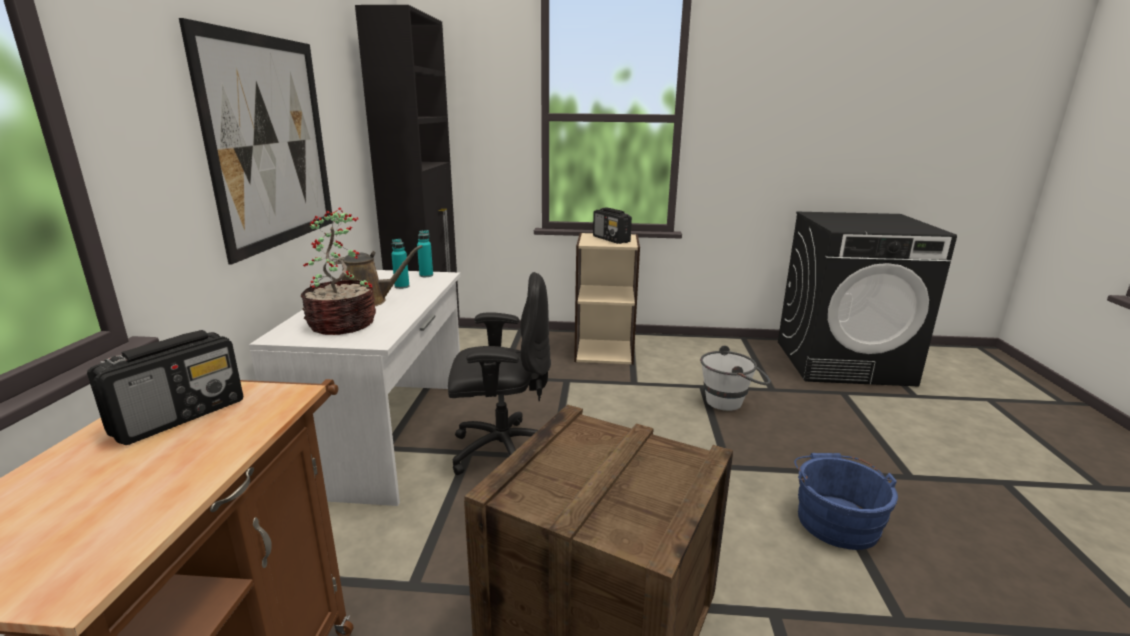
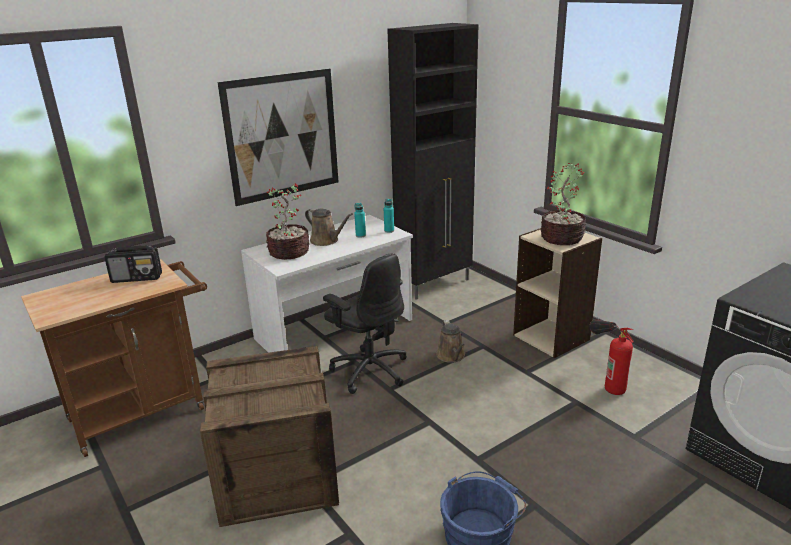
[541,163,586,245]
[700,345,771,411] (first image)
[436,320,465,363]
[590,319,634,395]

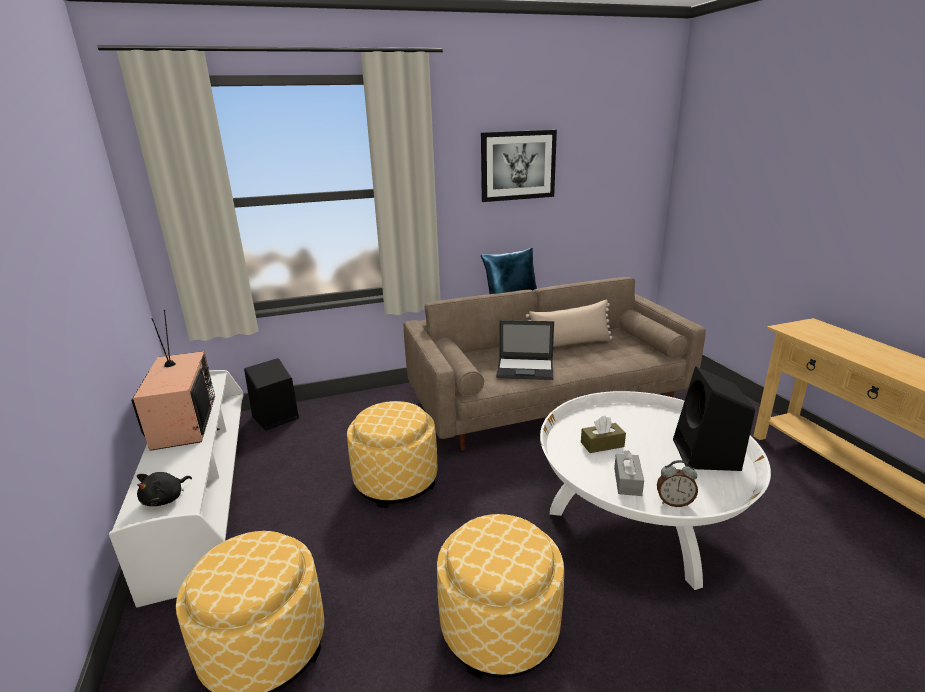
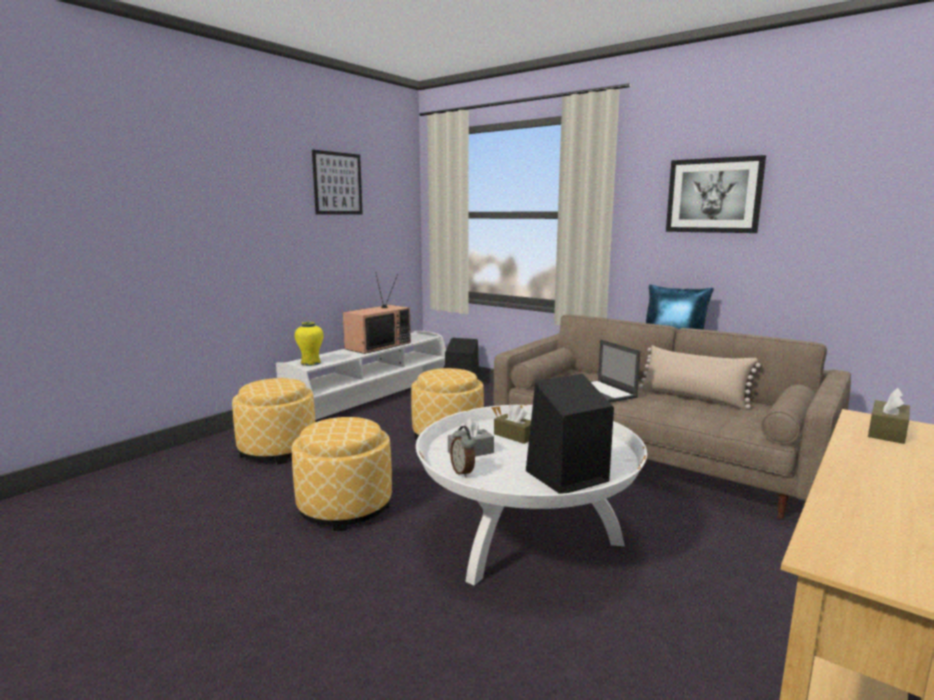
[295,322,323,366]
[312,150,363,214]
[868,388,910,444]

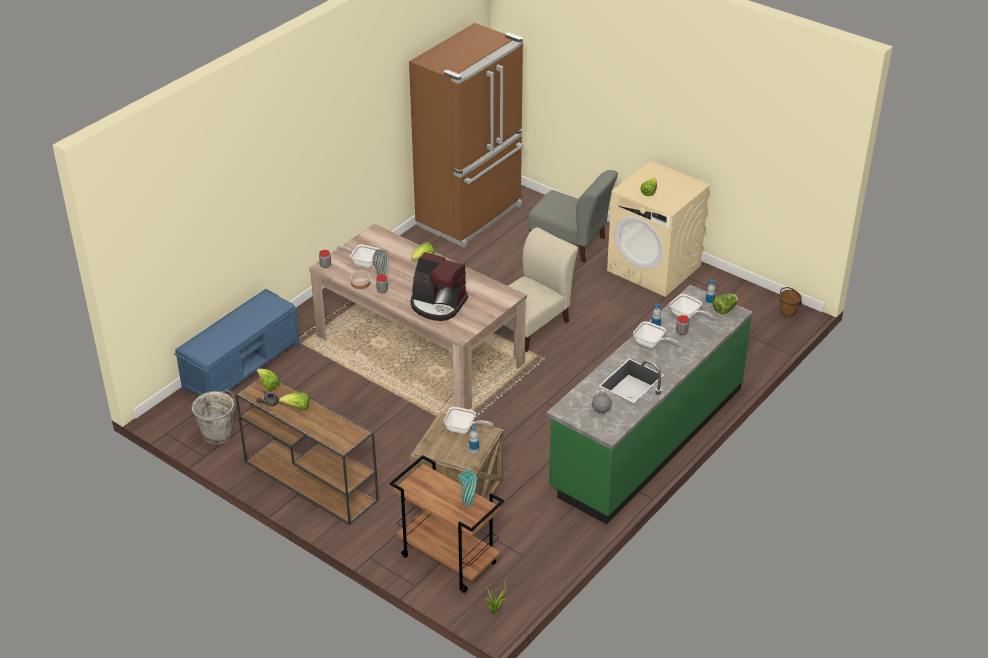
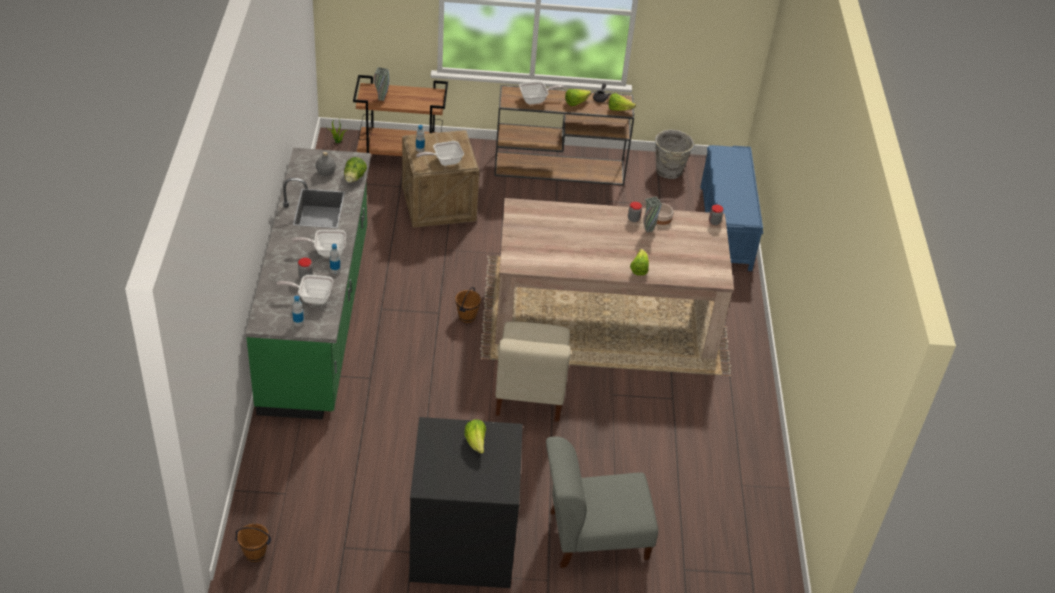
[519,81,565,104]
[409,23,524,248] (first image)
[411,252,468,321] (first image)
[374,67,389,101]
[409,417,523,588]
[344,157,367,183]
[455,287,481,323]

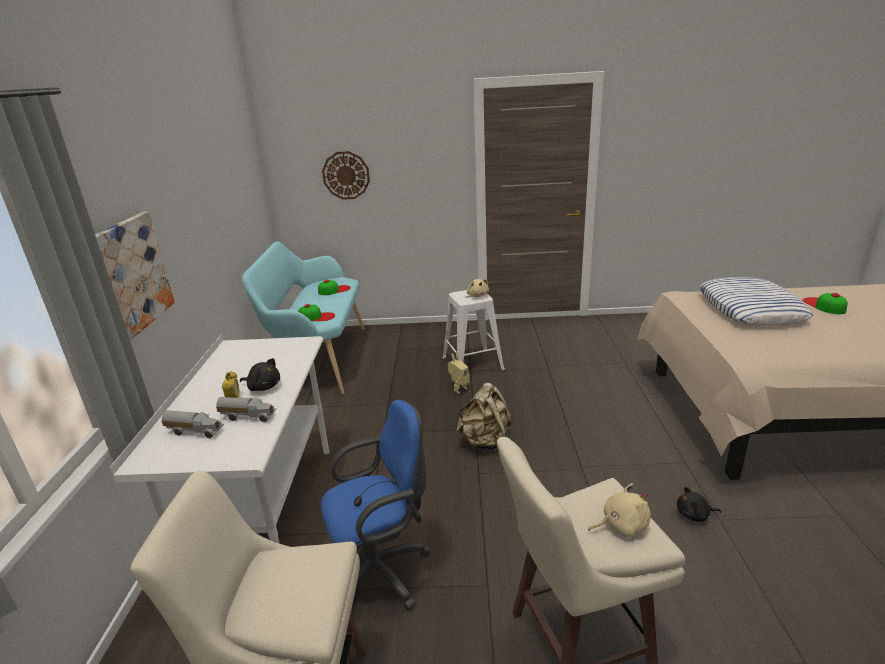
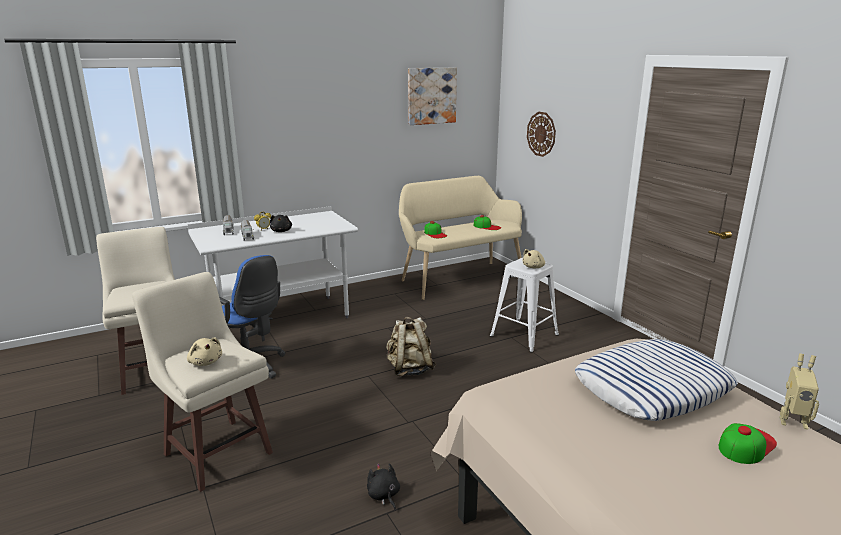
[408,68,457,125]
[399,176,522,300]
[779,353,819,430]

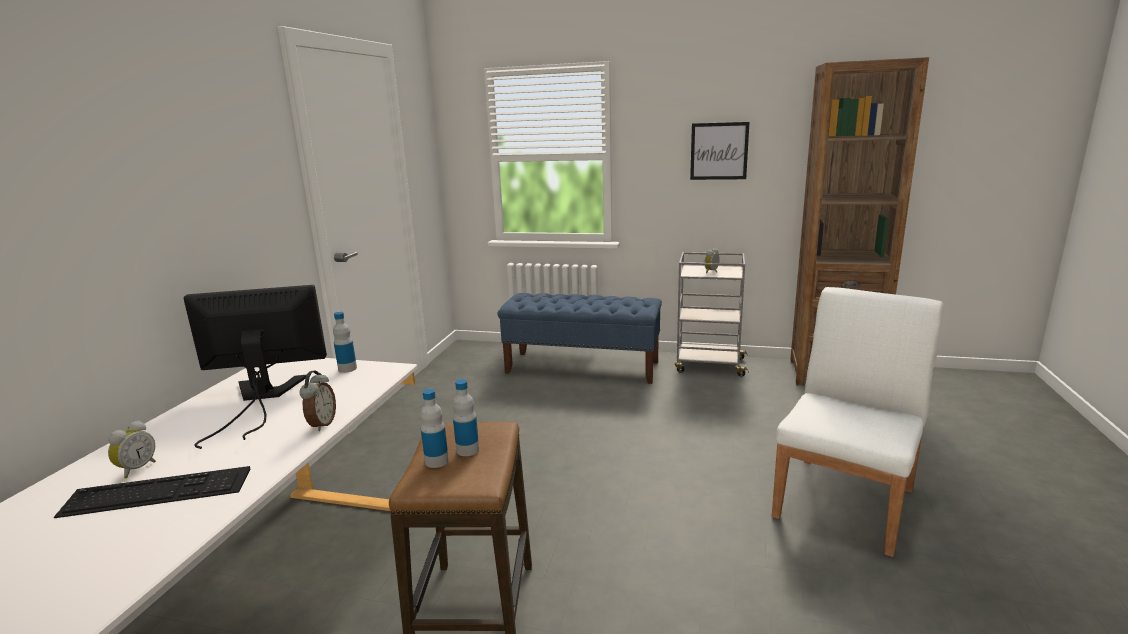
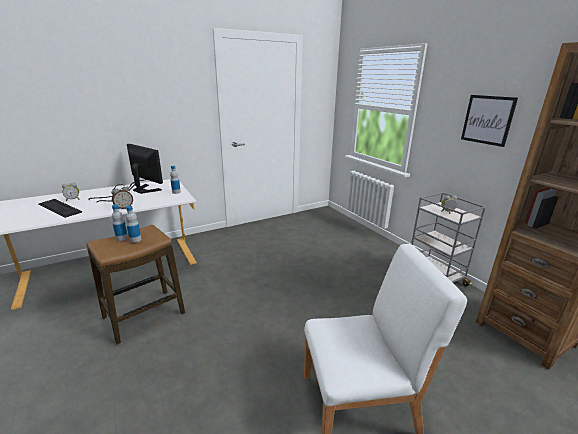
[497,293,662,384] (first image)

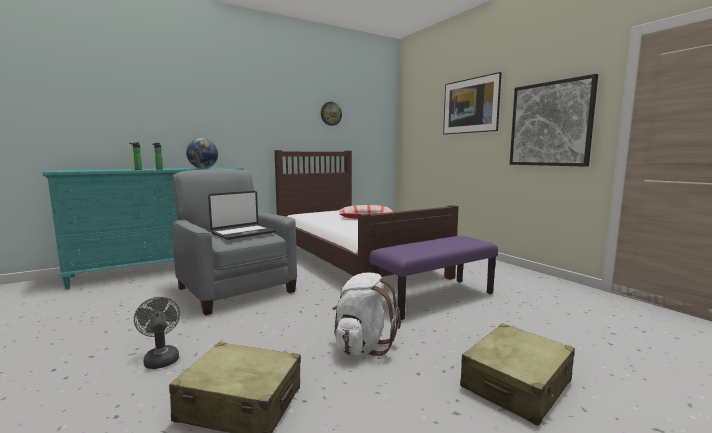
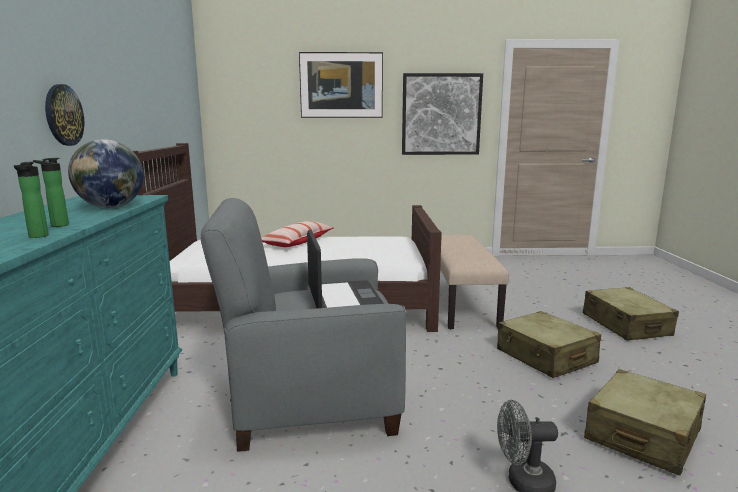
[45,84,84,146]
[497,311,601,378]
[440,235,509,329]

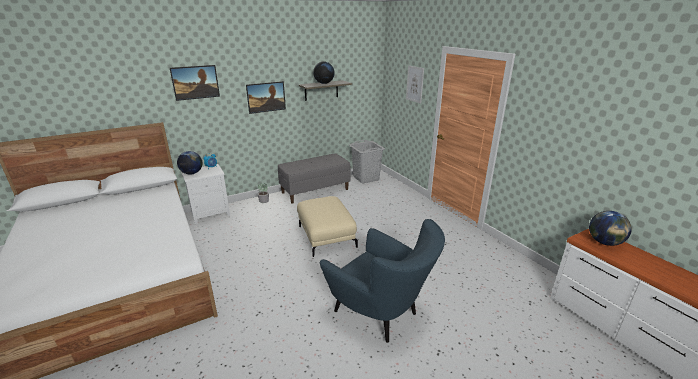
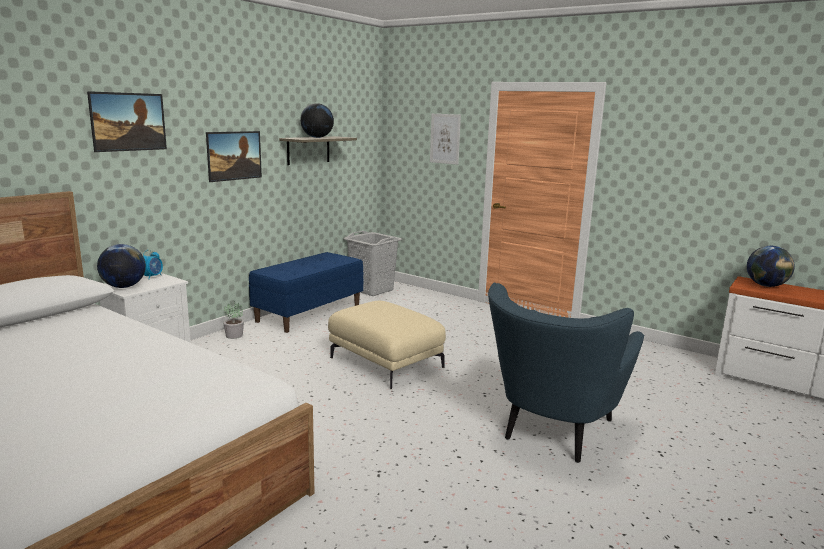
[249,252,363,333]
[488,283,644,463]

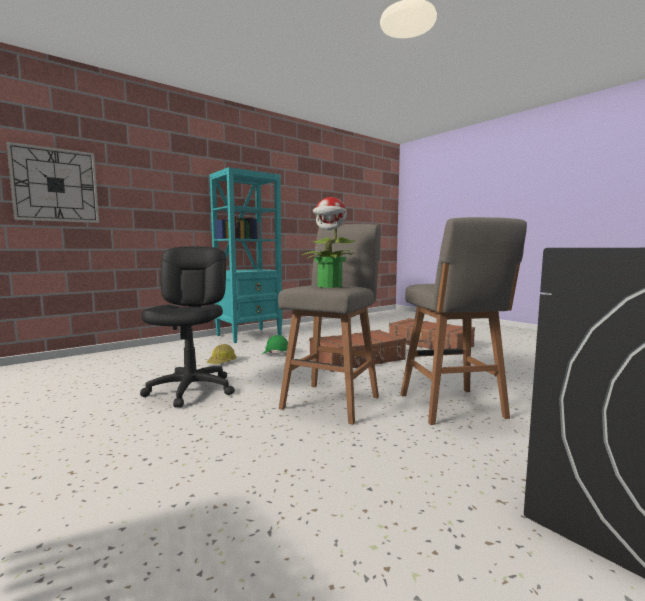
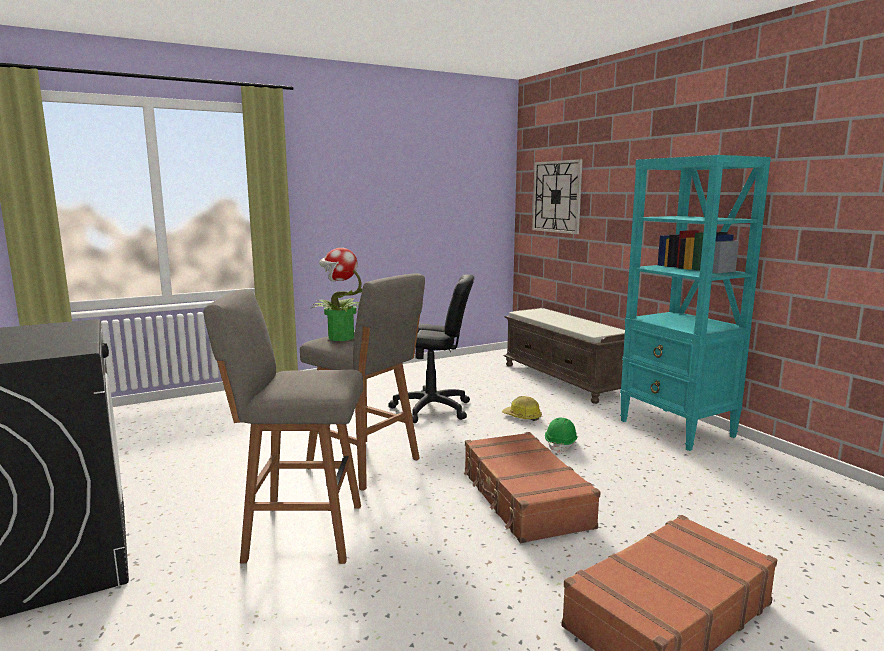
[504,308,625,404]

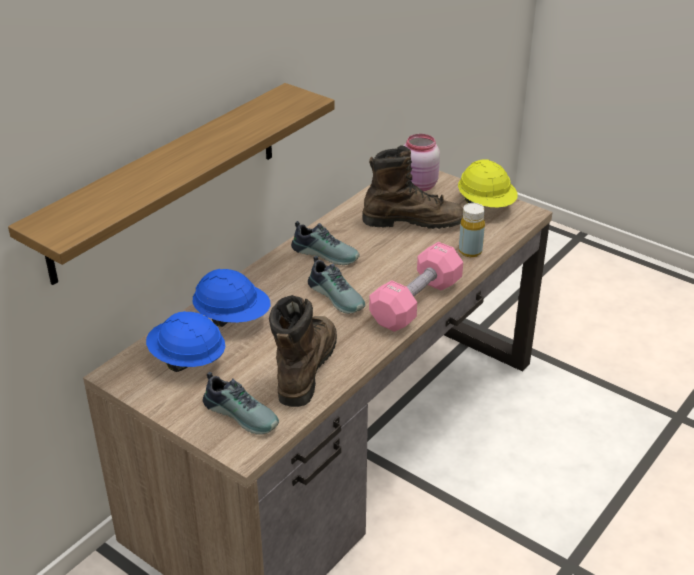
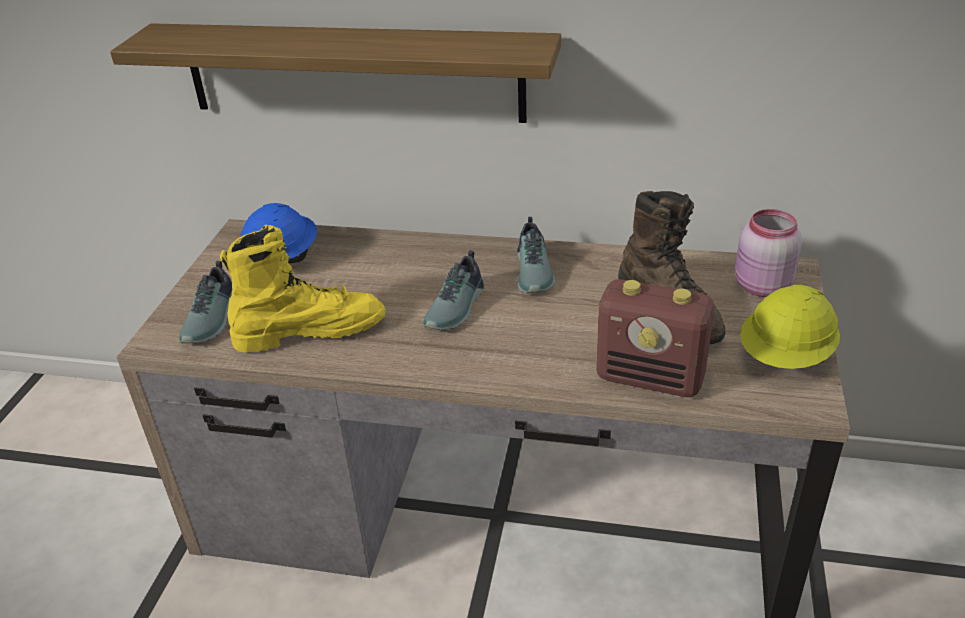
[192,269,270,327] (first image)
[220,225,386,353]
[369,242,463,332] (first image)
[596,279,714,397]

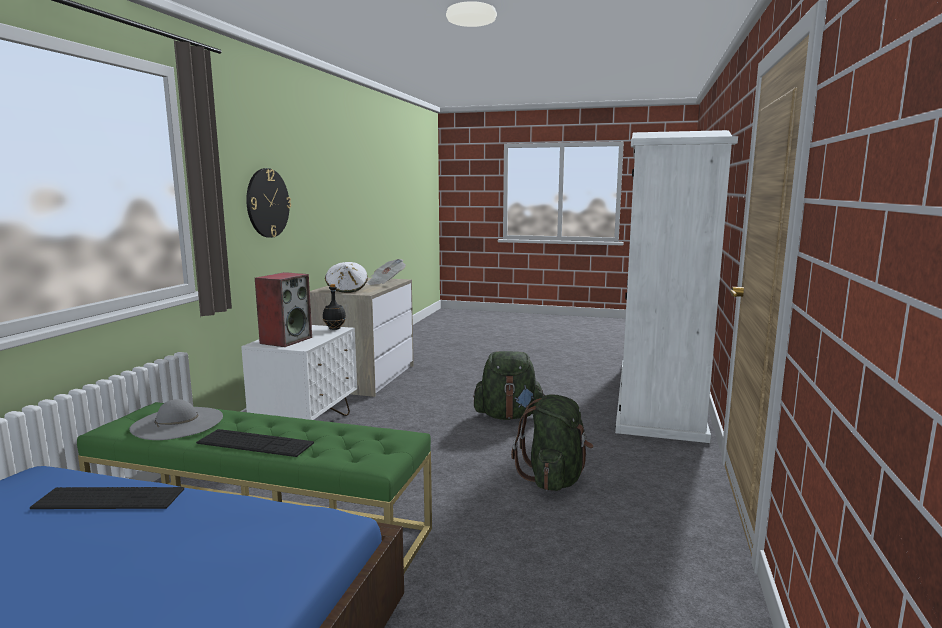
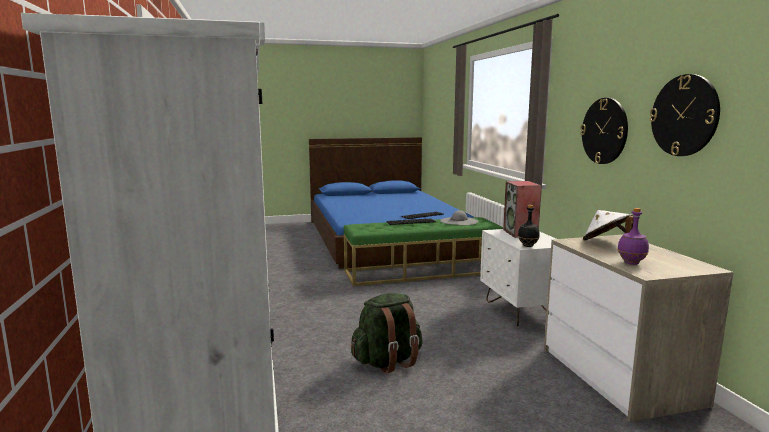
[617,208,649,265]
[511,395,594,491] (first image)
[649,74,720,156]

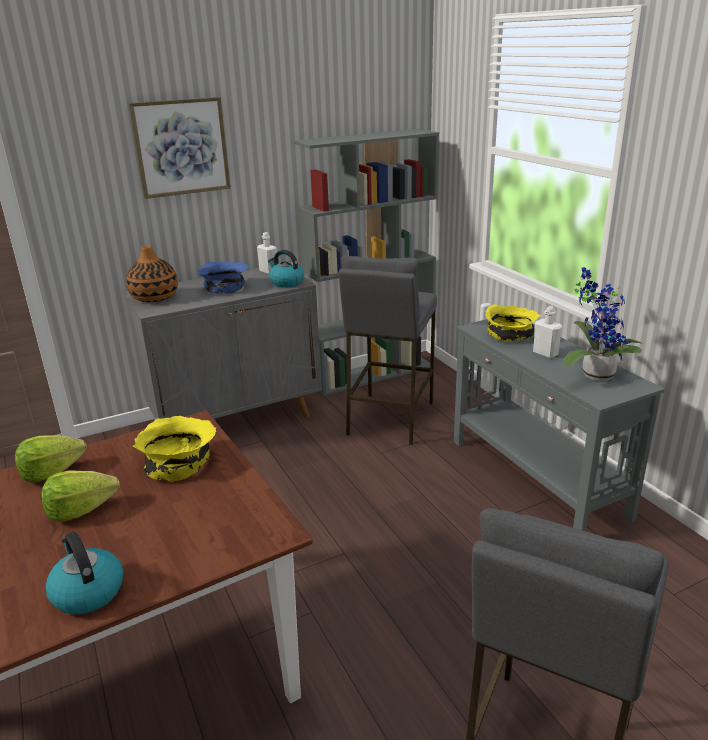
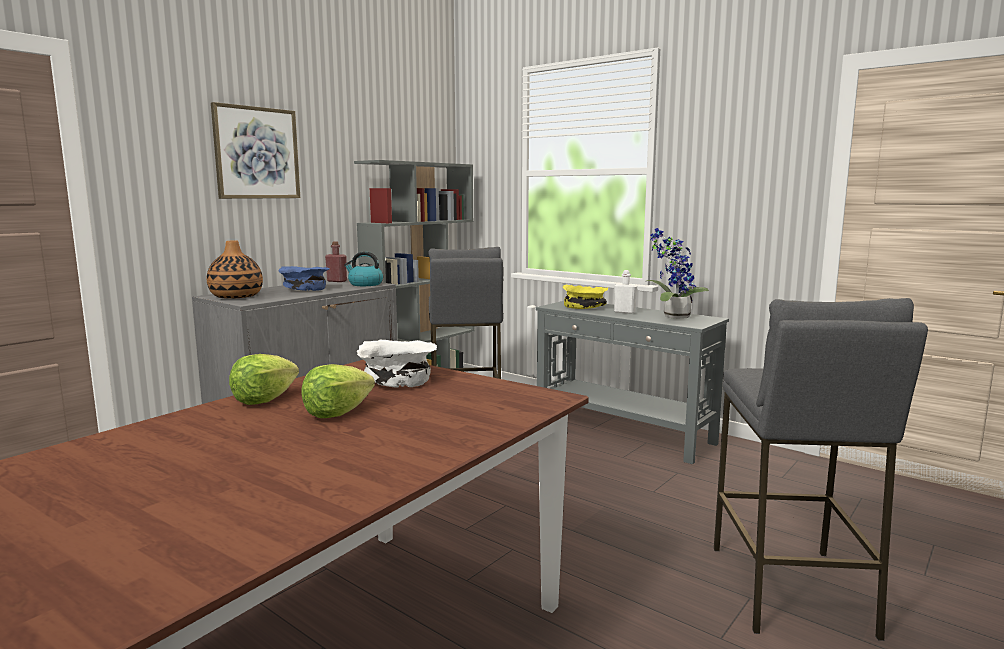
[45,532,123,614] (first image)
[357,340,437,388]
[325,241,347,282]

